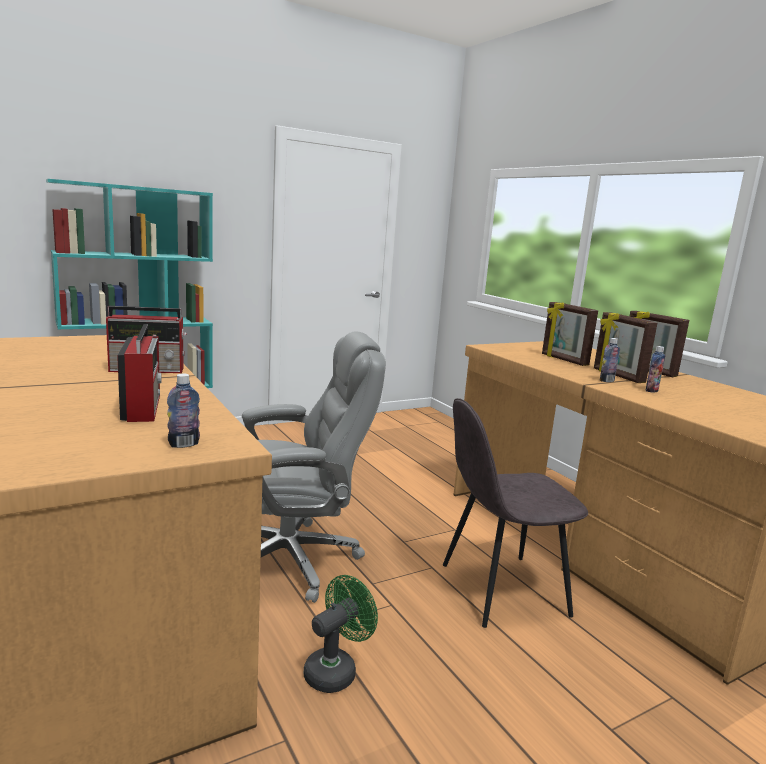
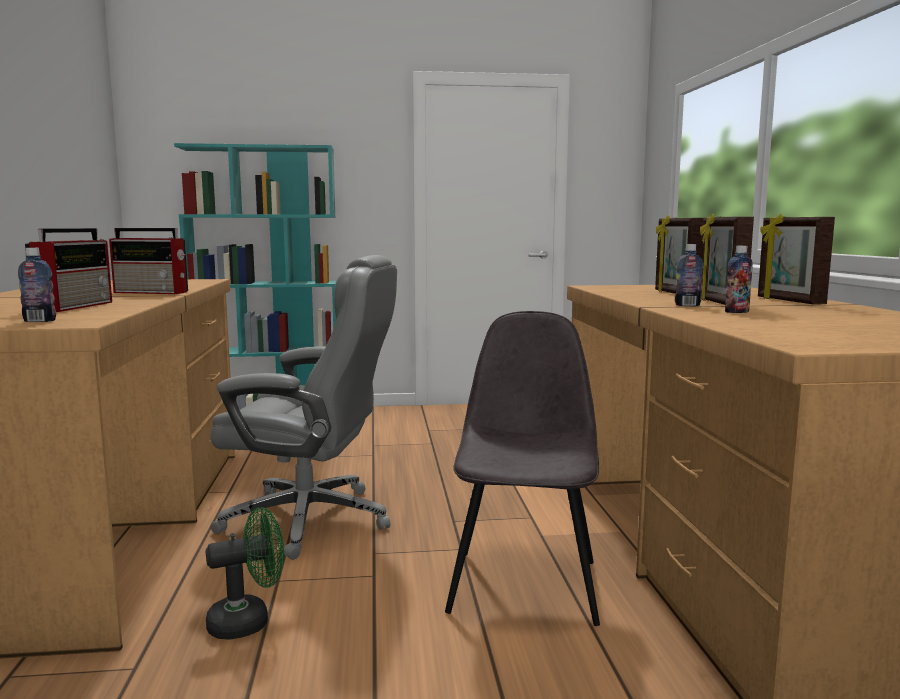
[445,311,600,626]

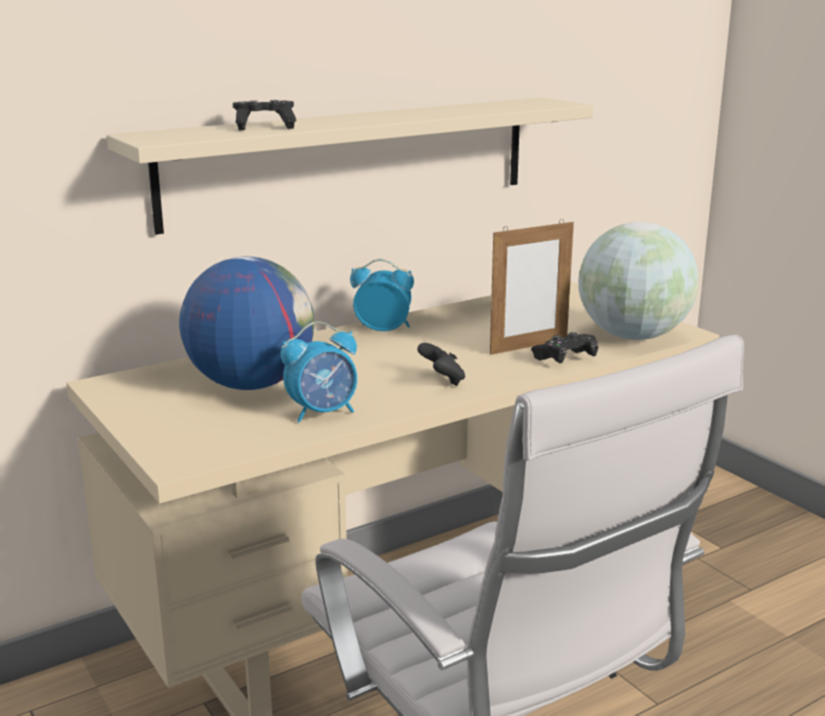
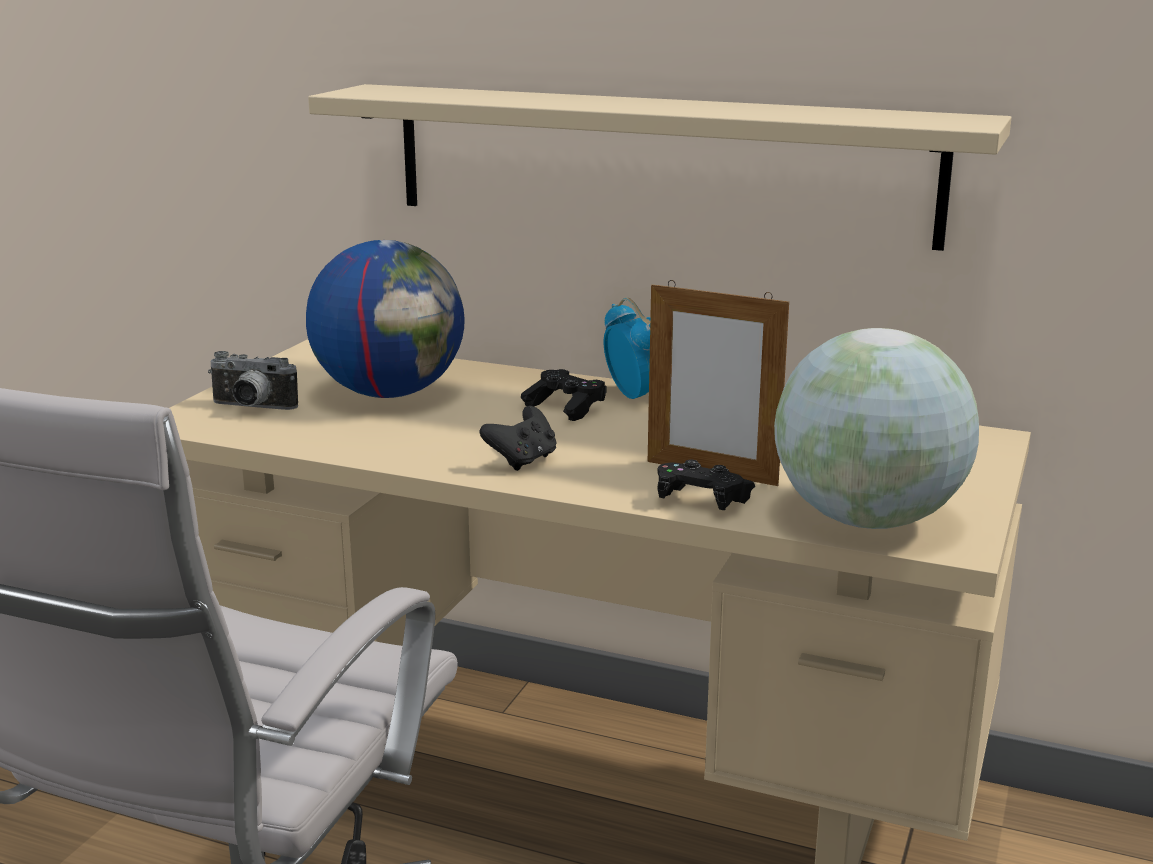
[521,369,606,421]
[281,321,357,423] (first image)
[208,351,298,410]

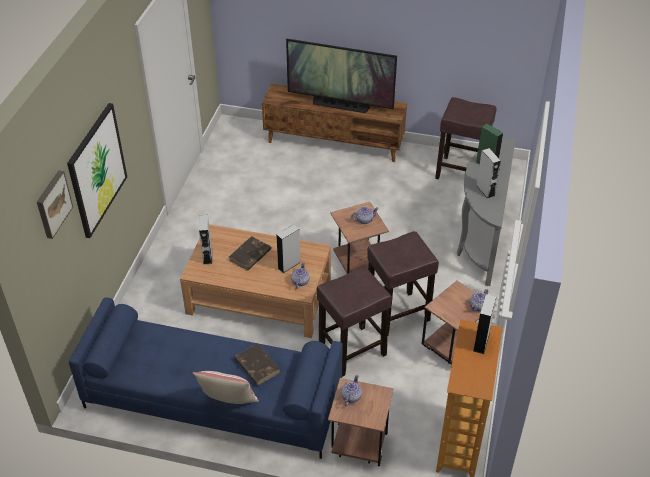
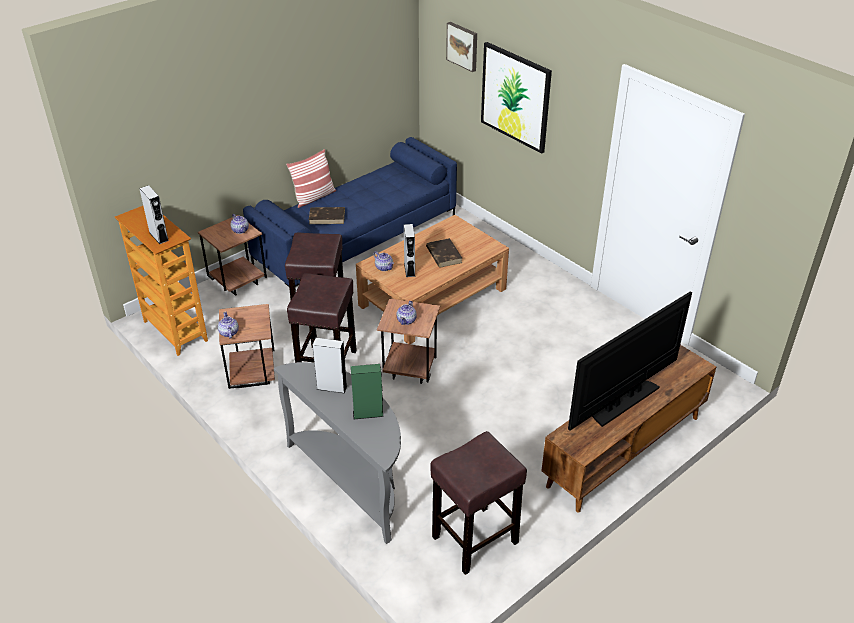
[199,215,212,265] (first image)

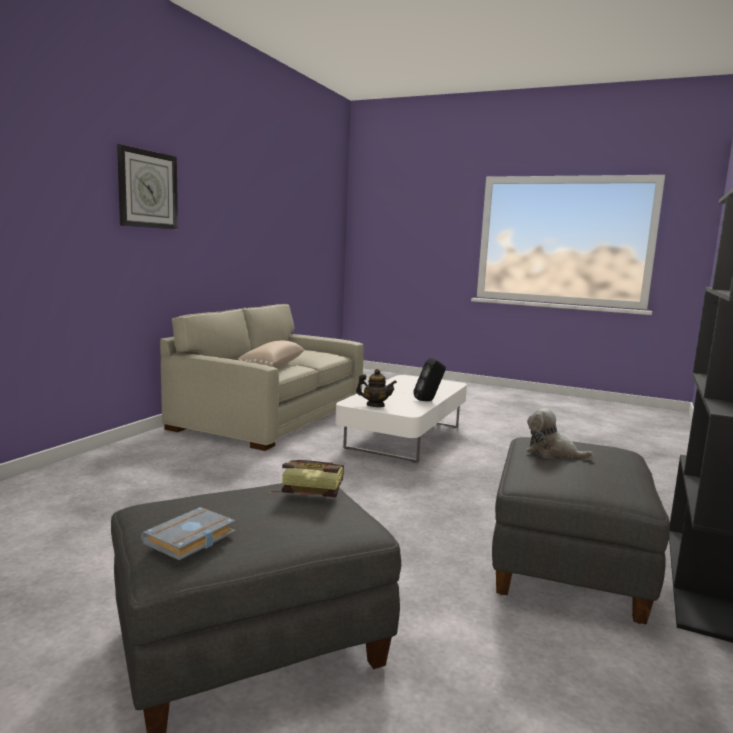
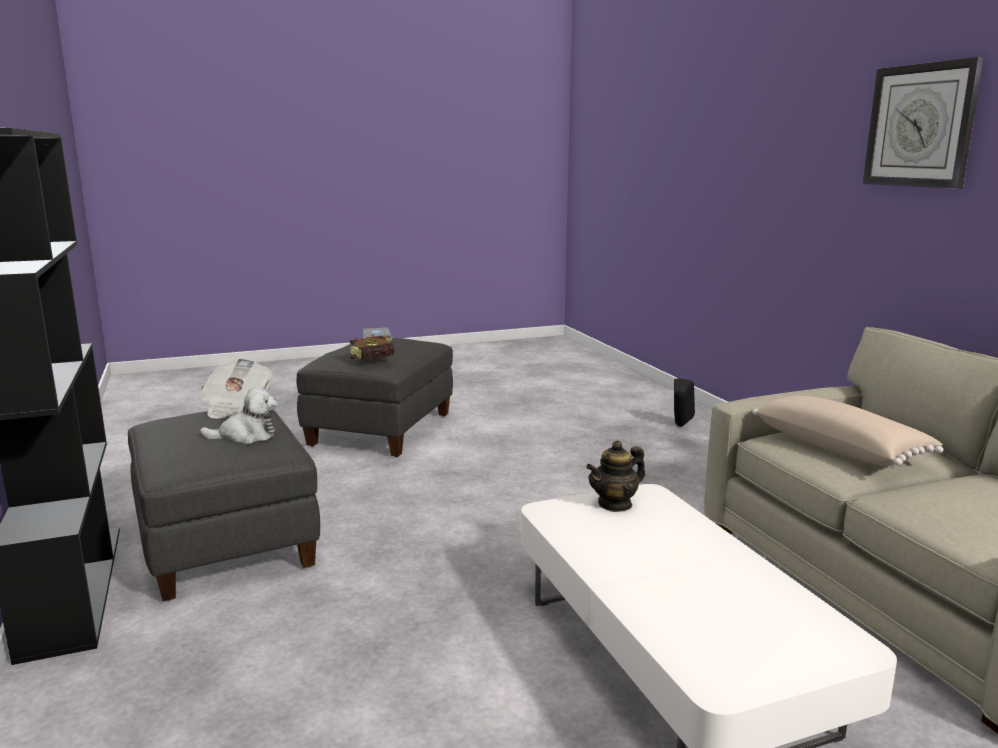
[674,378,695,427]
[202,358,273,418]

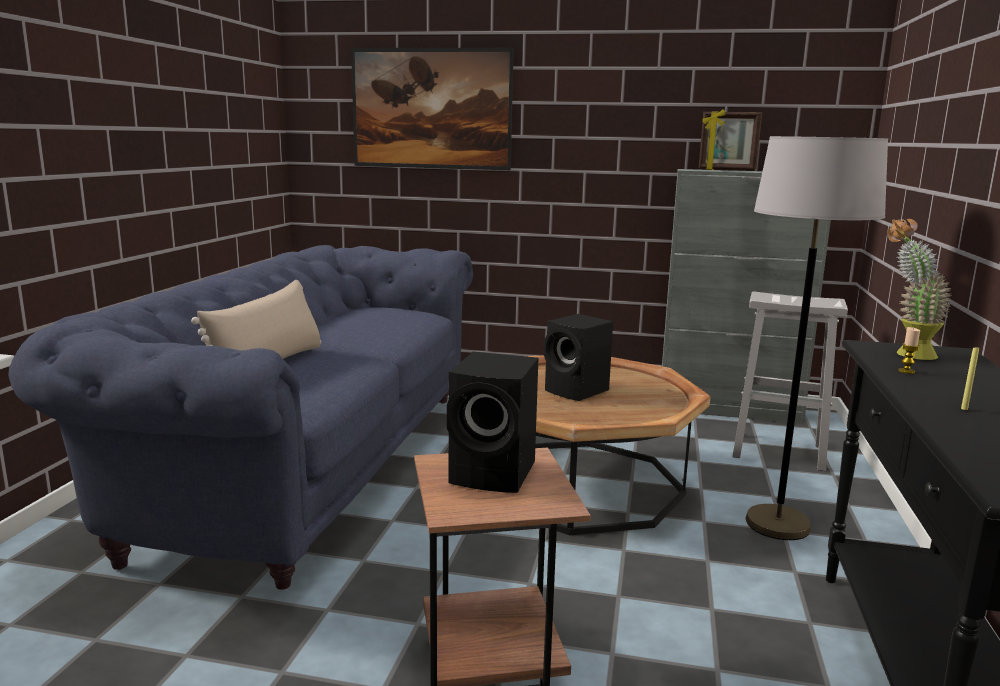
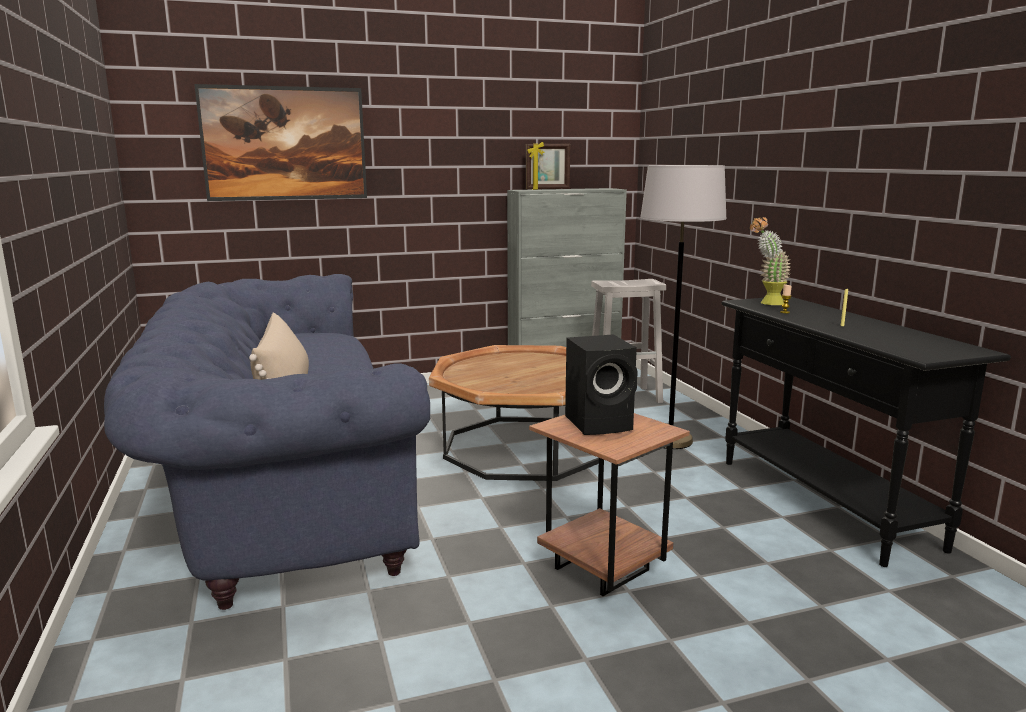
[544,314,613,401] (first image)

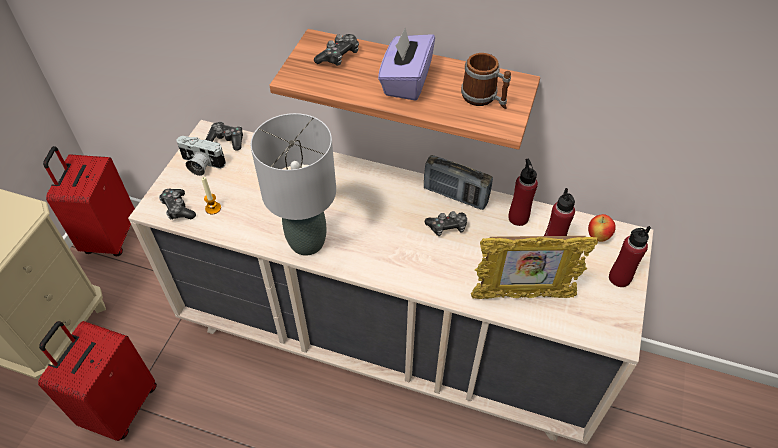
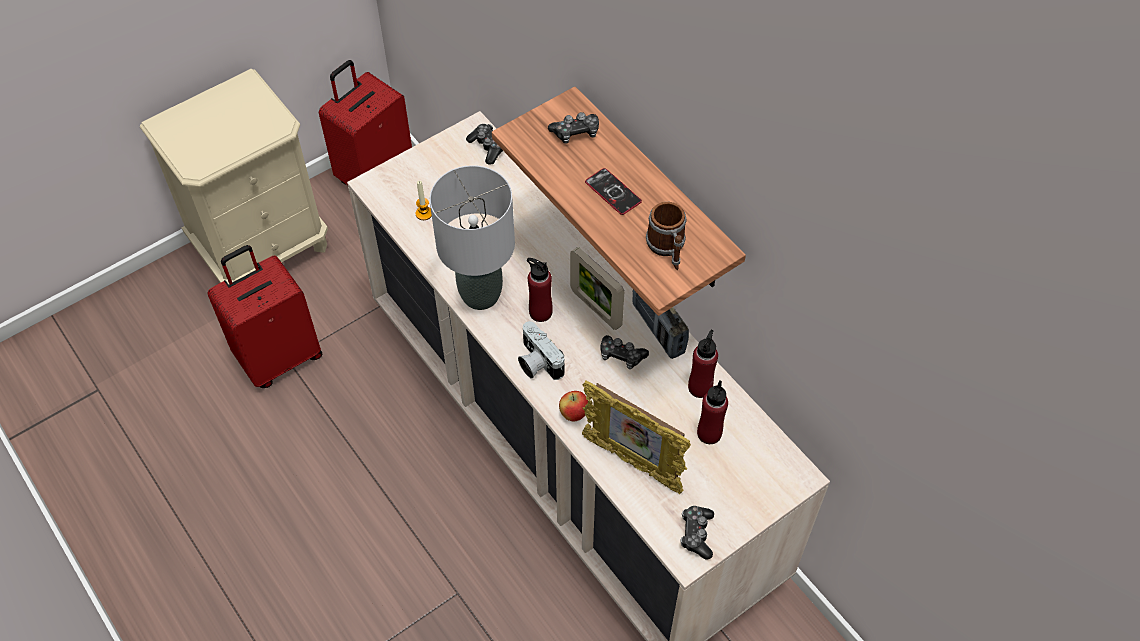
[680,506,714,560]
[518,321,564,380]
[585,168,642,215]
[559,391,588,421]
[527,258,553,322]
[570,247,624,330]

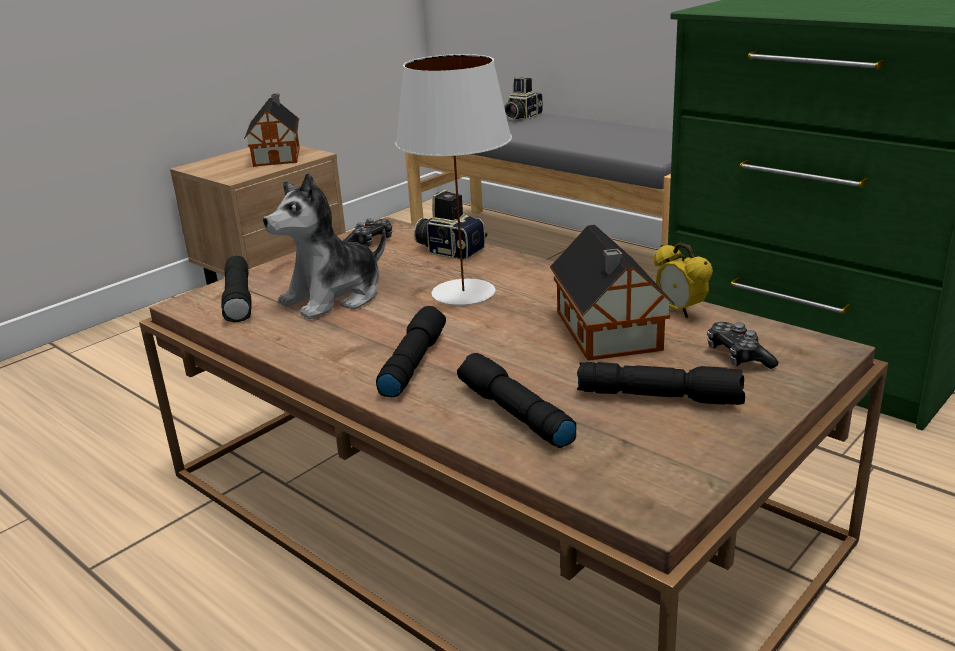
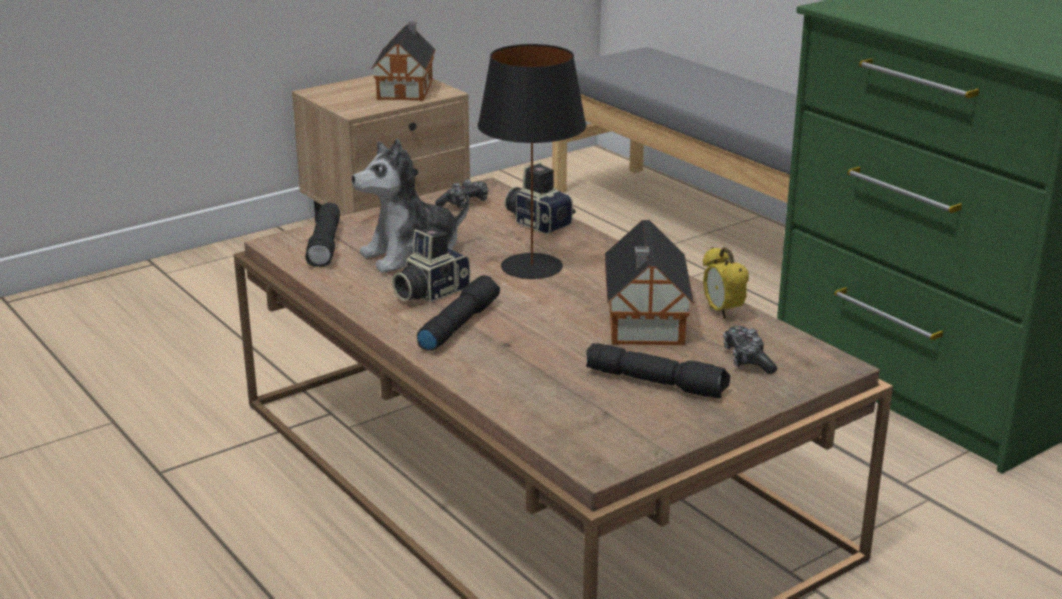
[477,44,586,279]
[457,353,576,448] (first image)
[392,227,470,303]

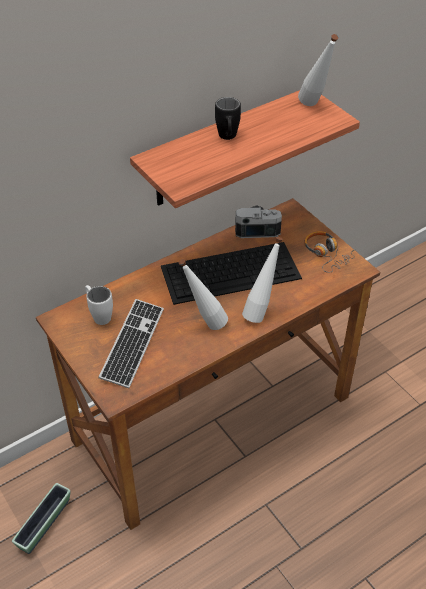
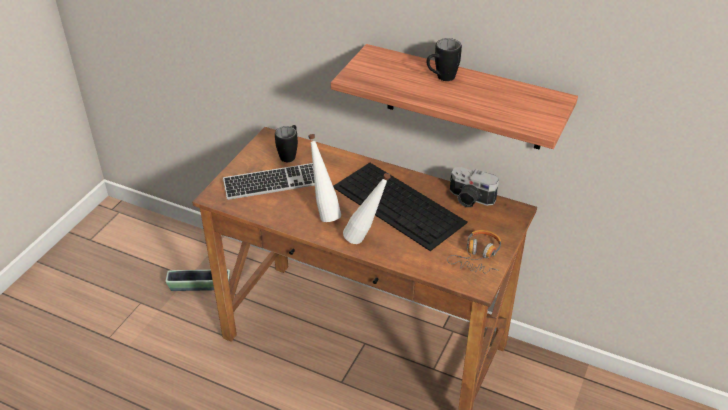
[275,125,298,162]
[450,167,499,207]
[298,34,338,106] (first image)

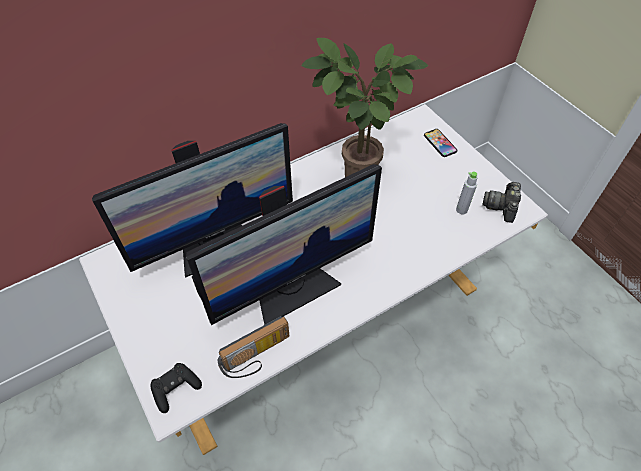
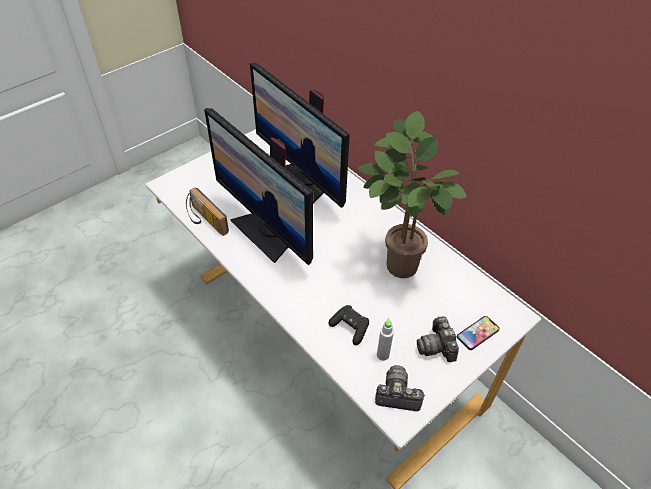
[329,305,369,345]
[417,316,459,362]

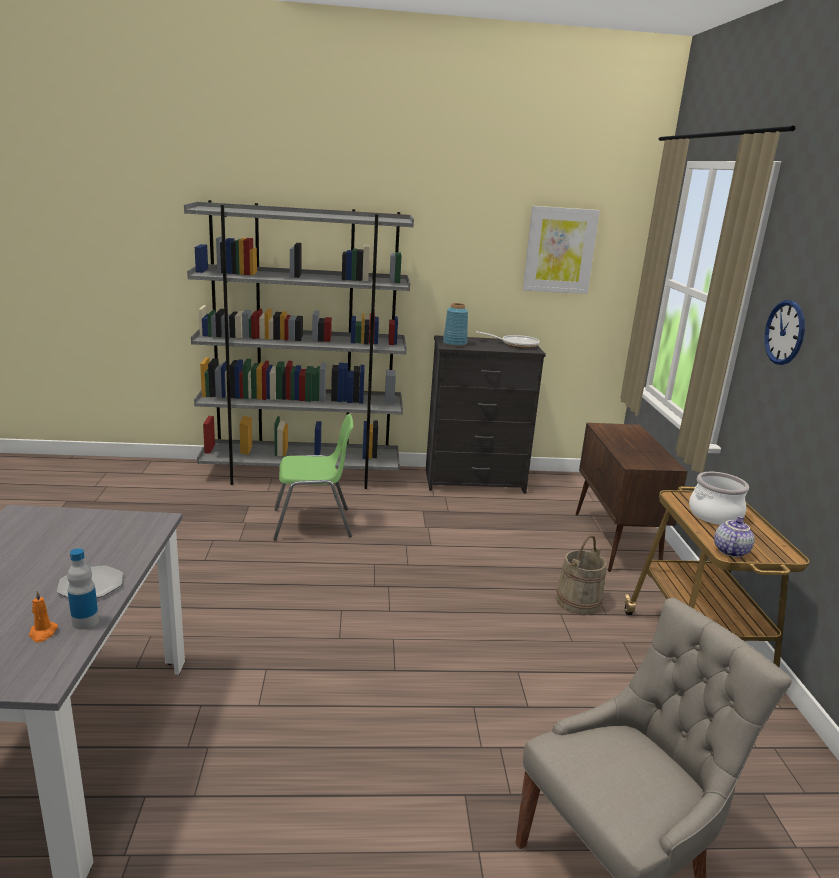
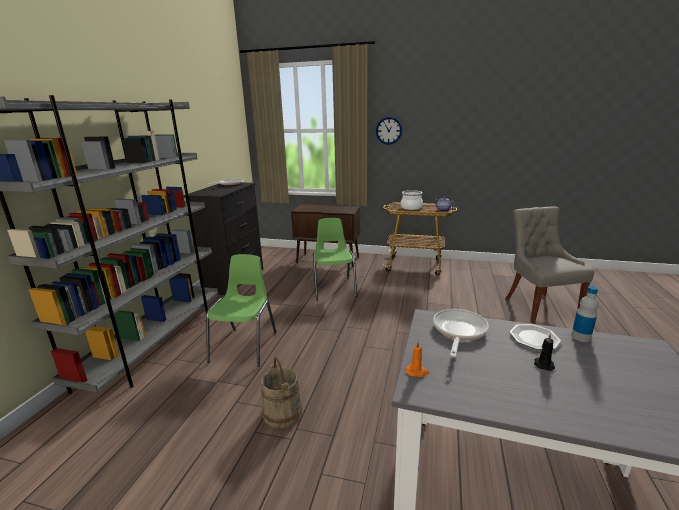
[406,340,429,377]
[443,303,468,347] (first image)
[523,206,600,294] (first image)
[261,357,303,429]
[313,218,357,300]
[433,309,489,357]
[534,333,555,371]

